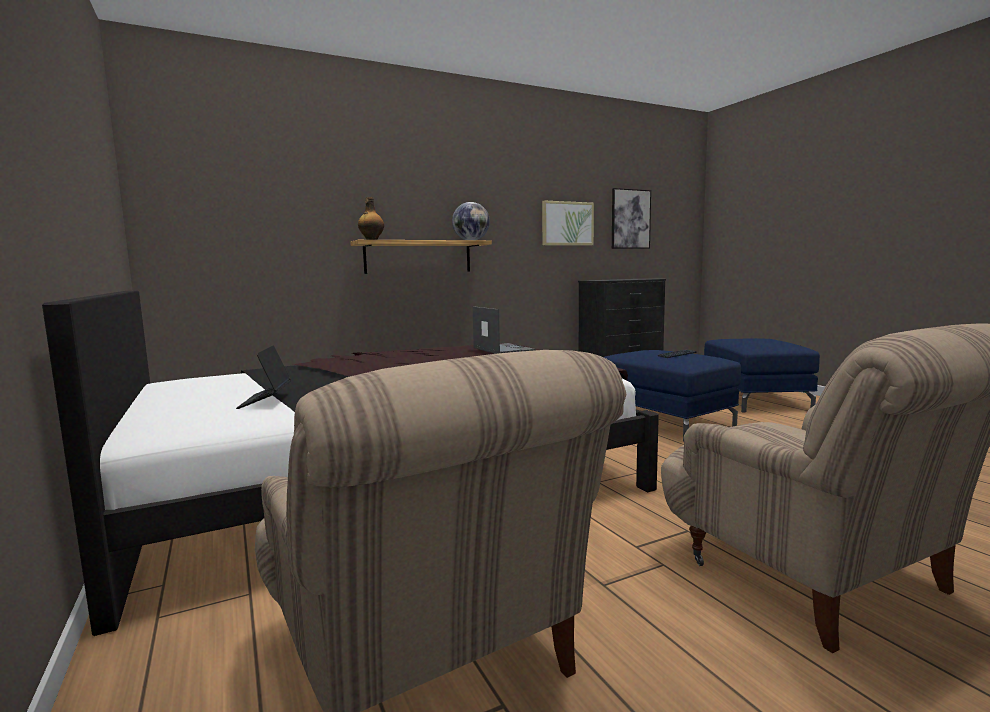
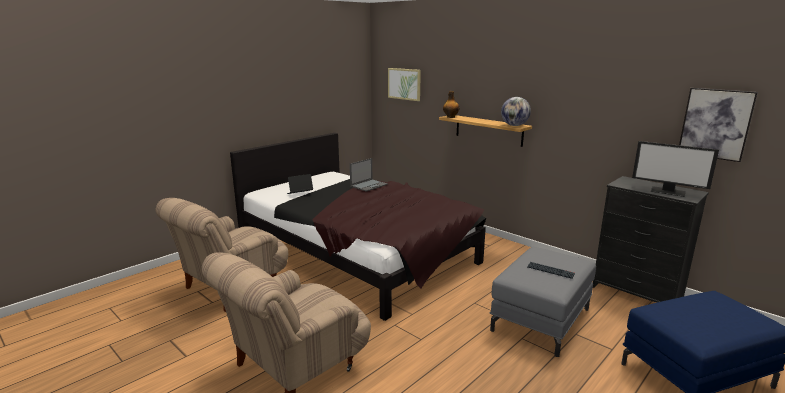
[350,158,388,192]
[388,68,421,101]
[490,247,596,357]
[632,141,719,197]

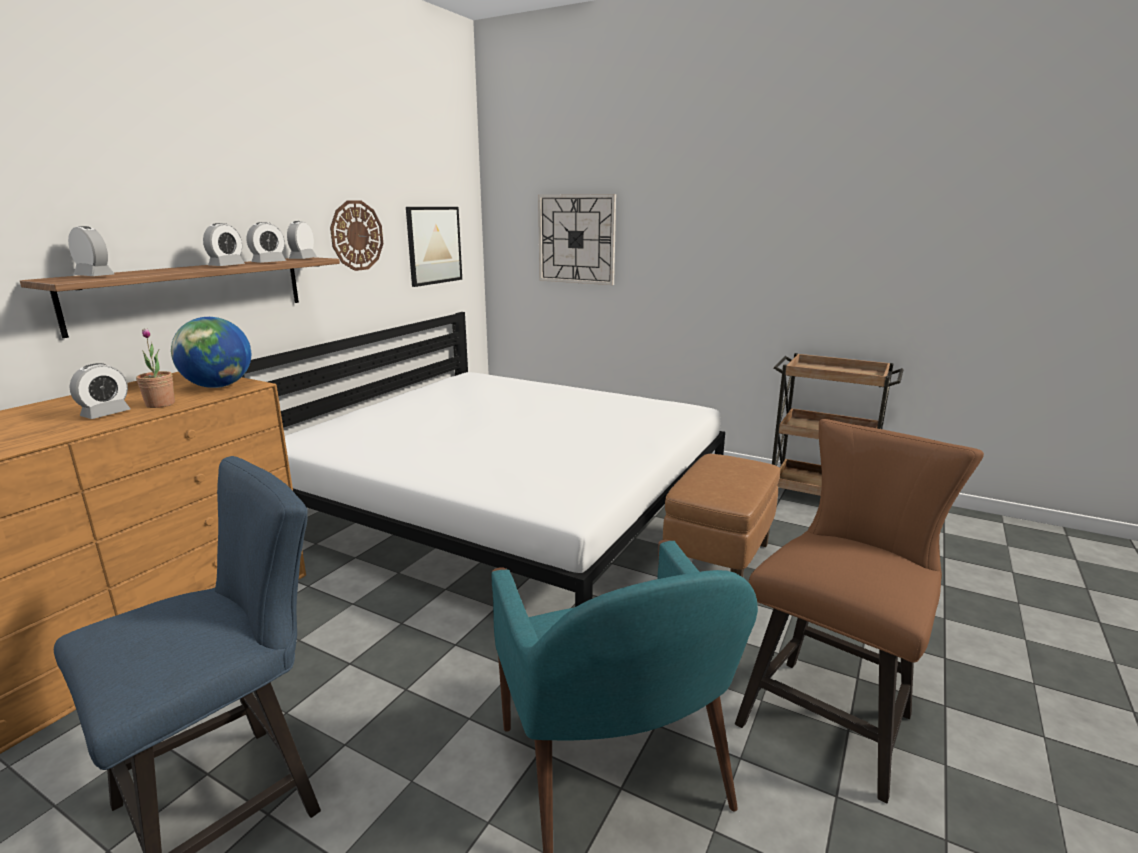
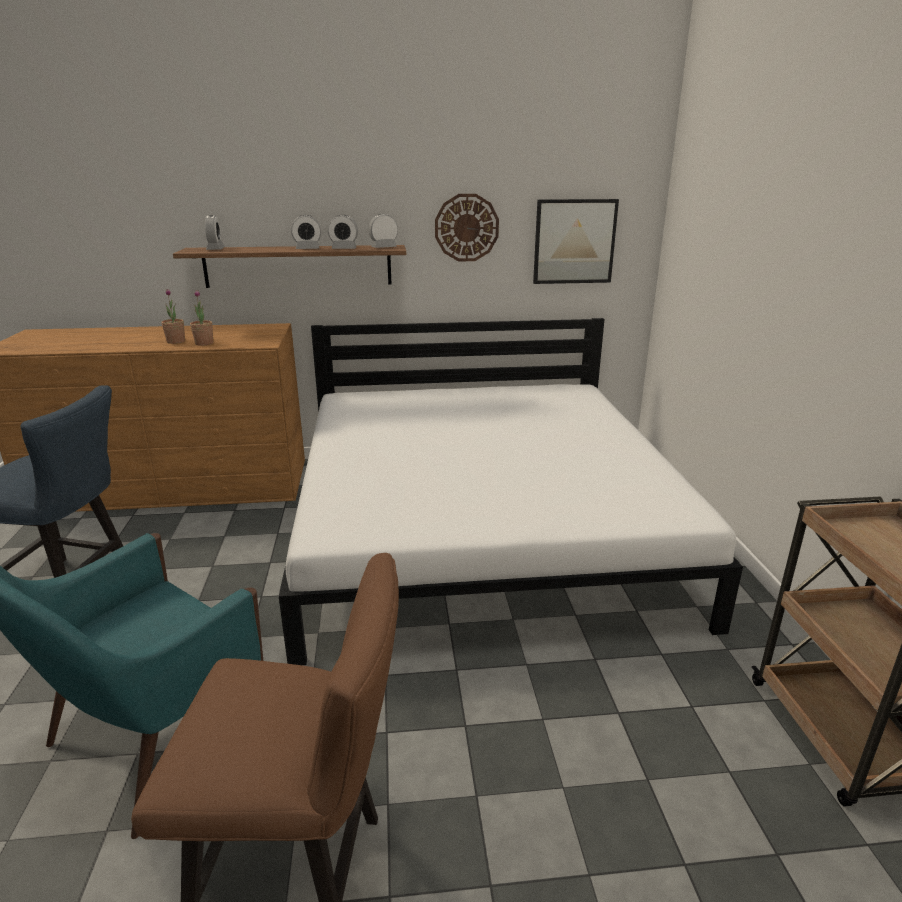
[161,289,185,344]
[171,317,251,388] (first image)
[538,194,616,285] (first image)
[663,454,780,577] (first image)

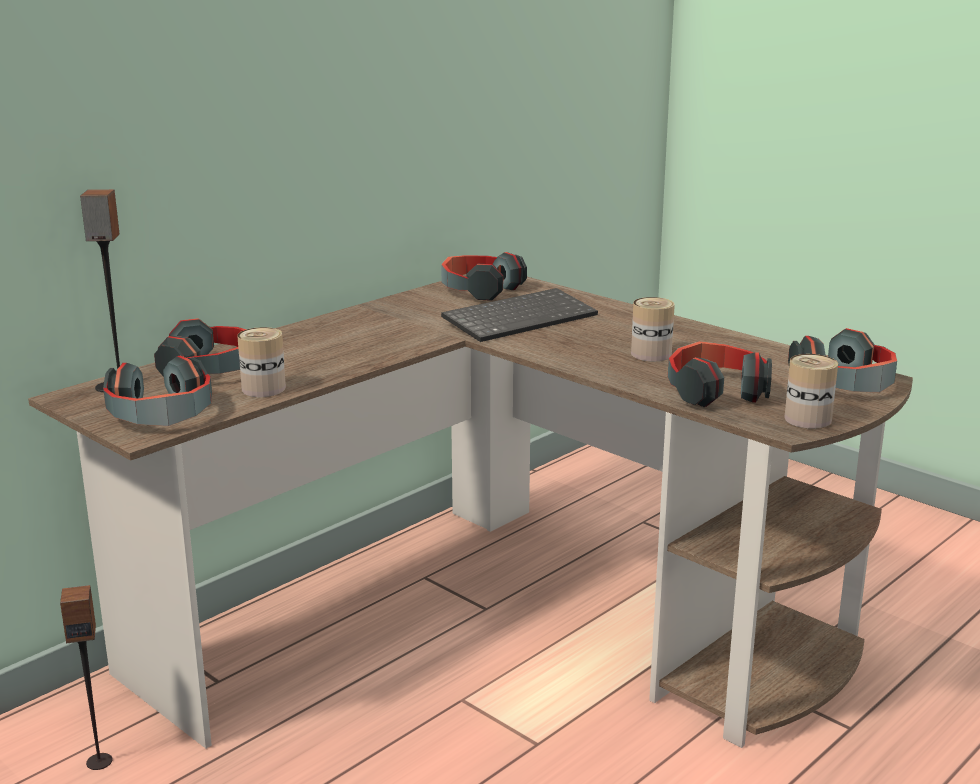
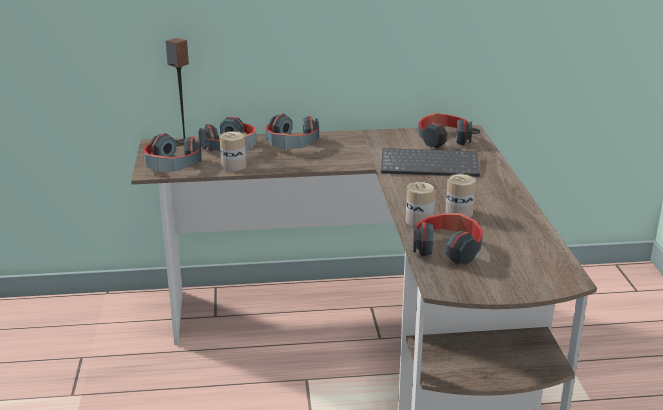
[60,585,113,770] (first image)
[406,181,436,227]
[266,114,319,150]

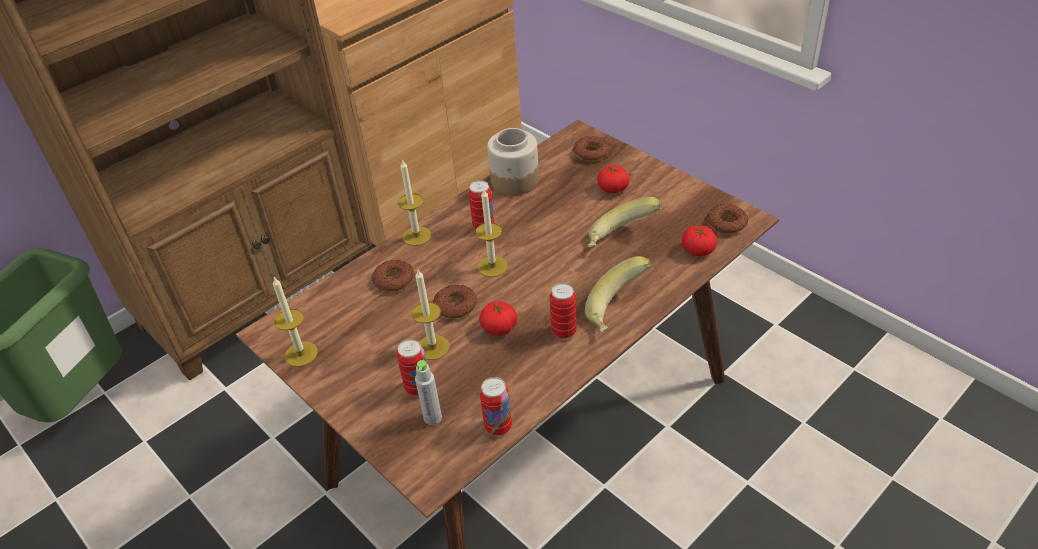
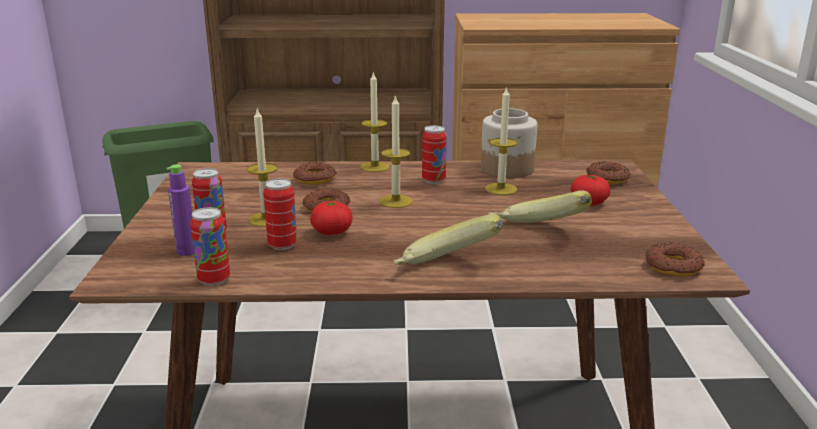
[485,86,518,195]
[167,164,194,256]
[263,179,297,250]
[682,225,717,256] (first image)

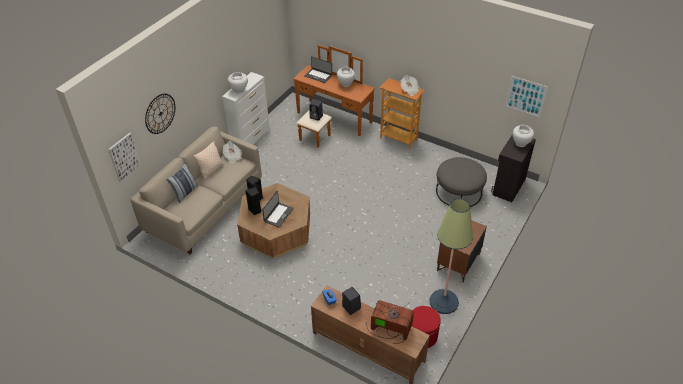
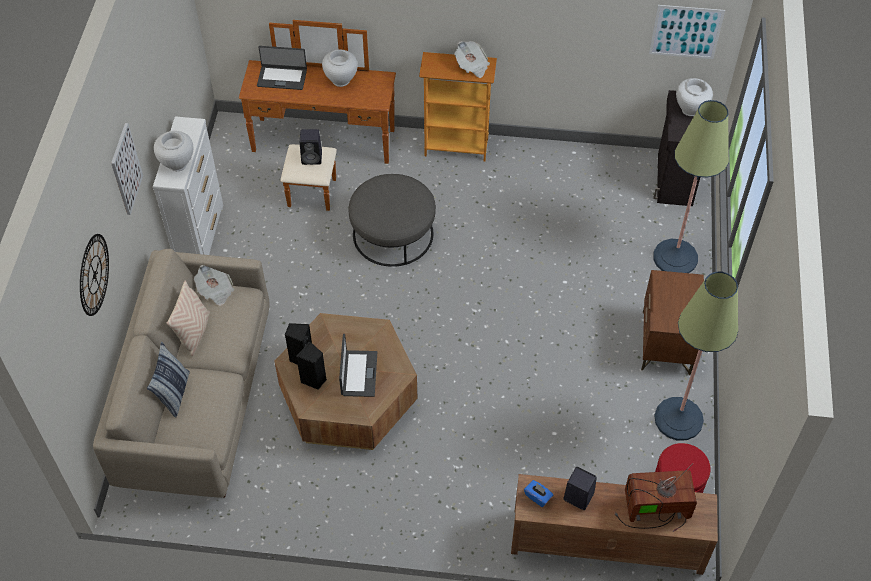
[111,123,143,215]
[349,174,436,267]
[654,100,729,273]

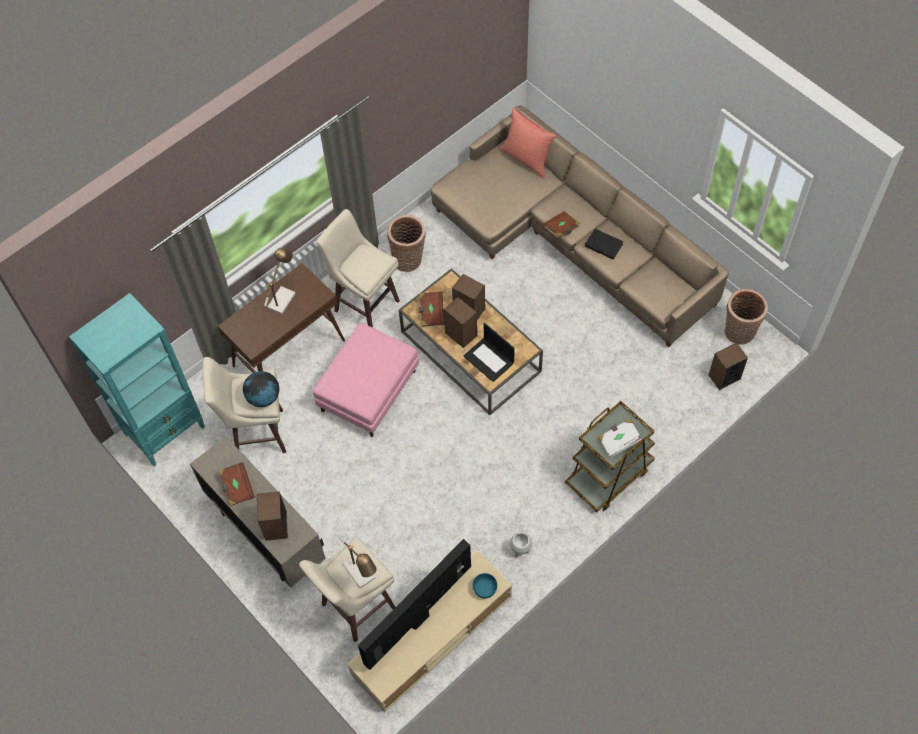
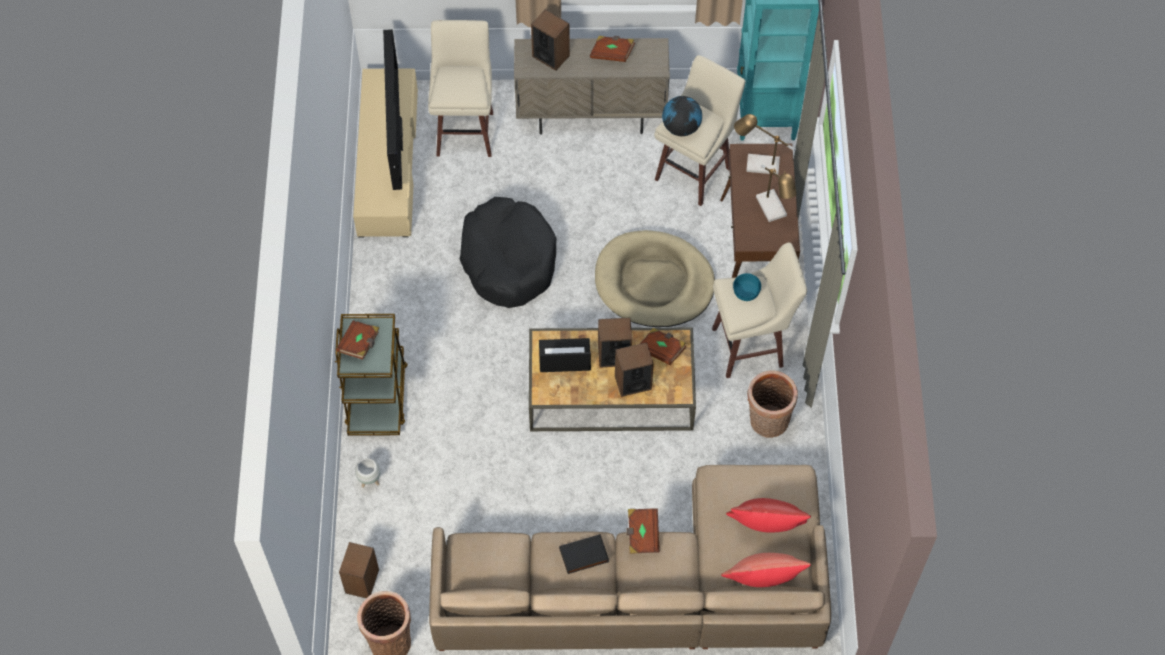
[595,230,715,327]
[734,114,796,175]
[733,273,761,301]
[355,458,380,488]
[336,320,379,360]
[460,197,556,308]
[726,498,811,533]

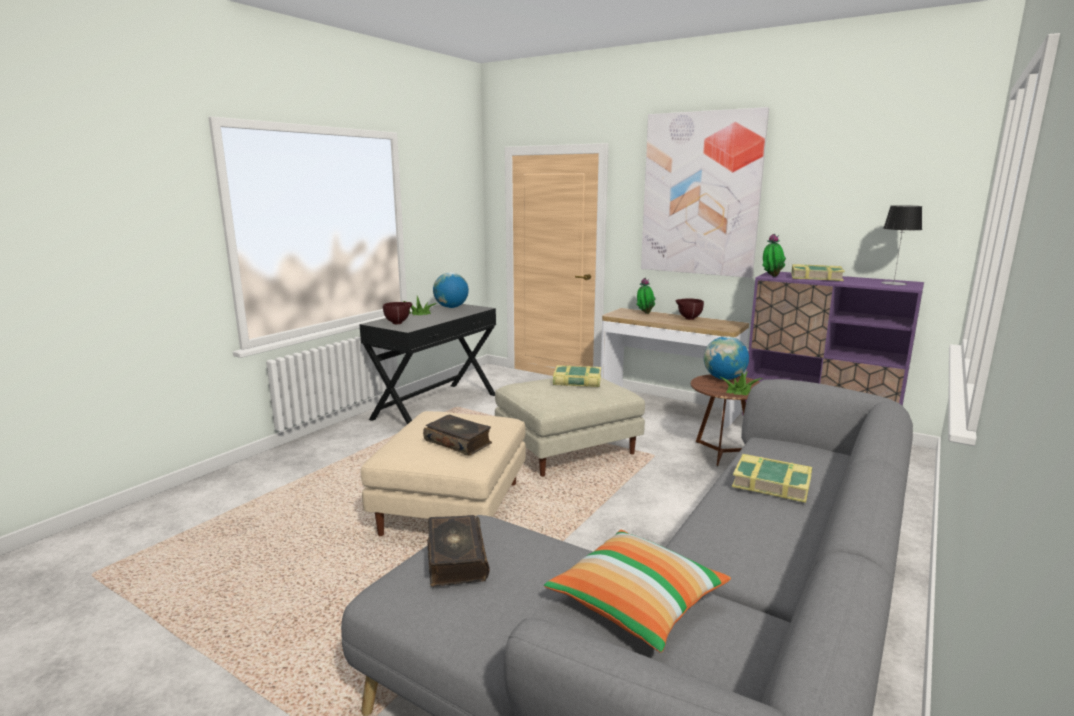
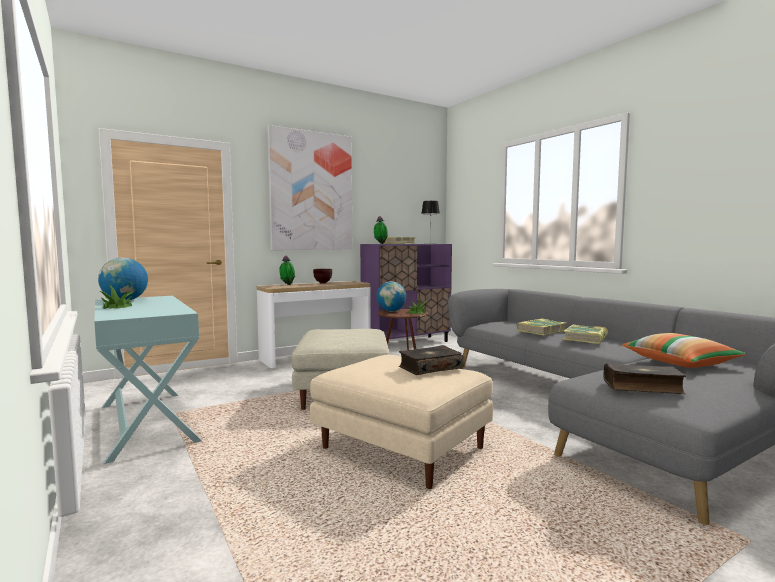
[94,296,202,464]
[383,302,412,324] (first image)
[564,325,608,344]

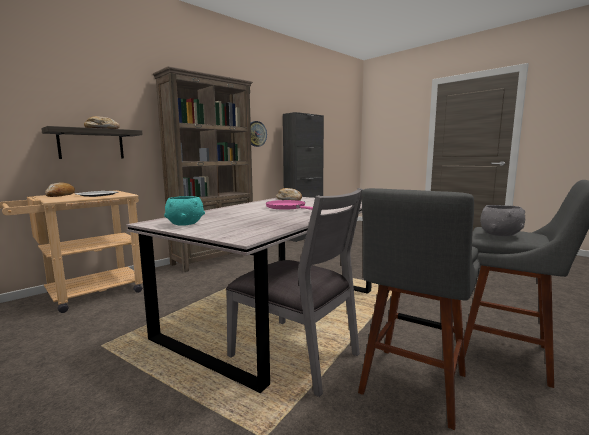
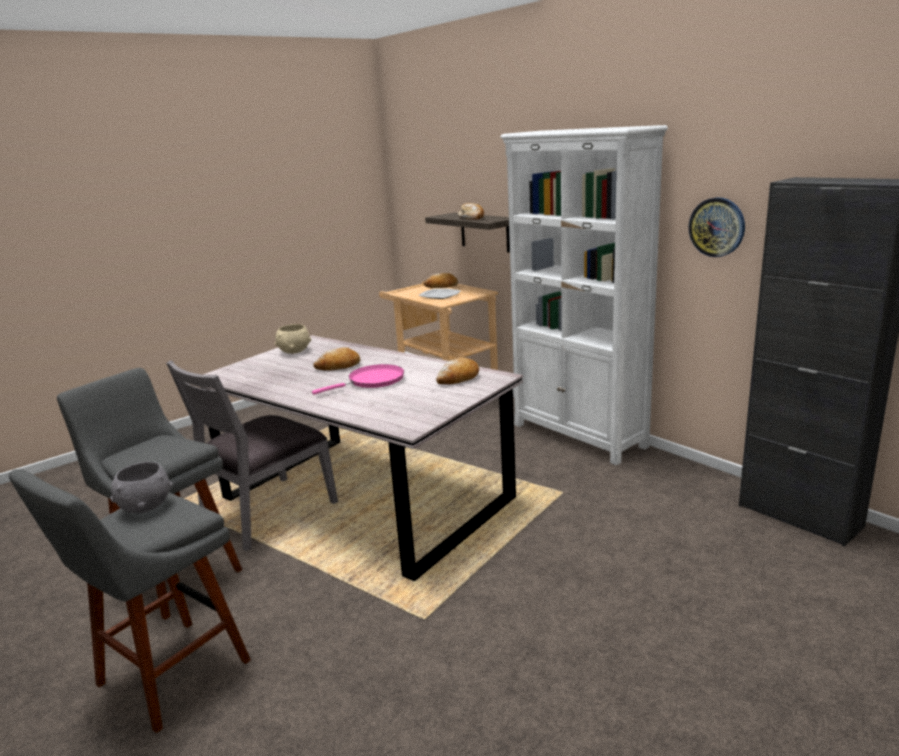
[500,125,668,465]
[275,324,311,354]
[313,347,360,371]

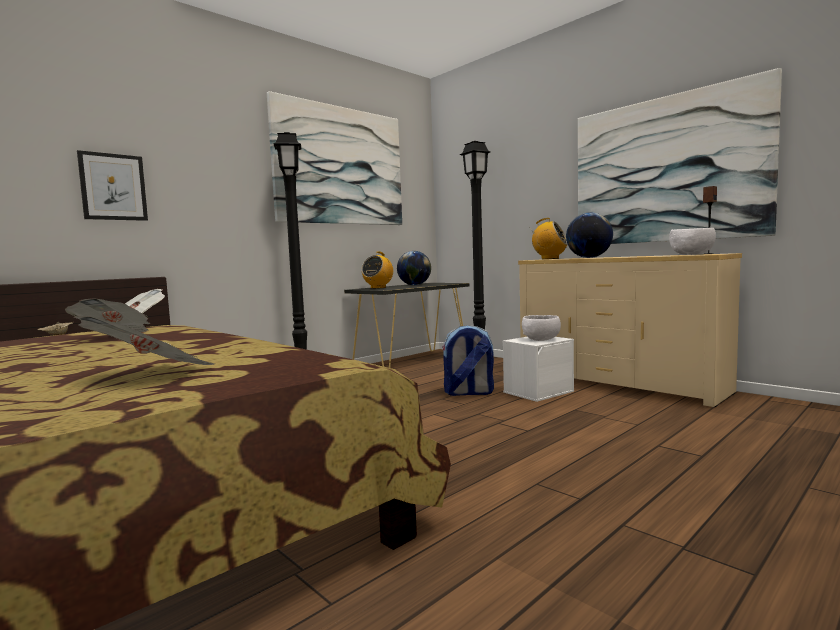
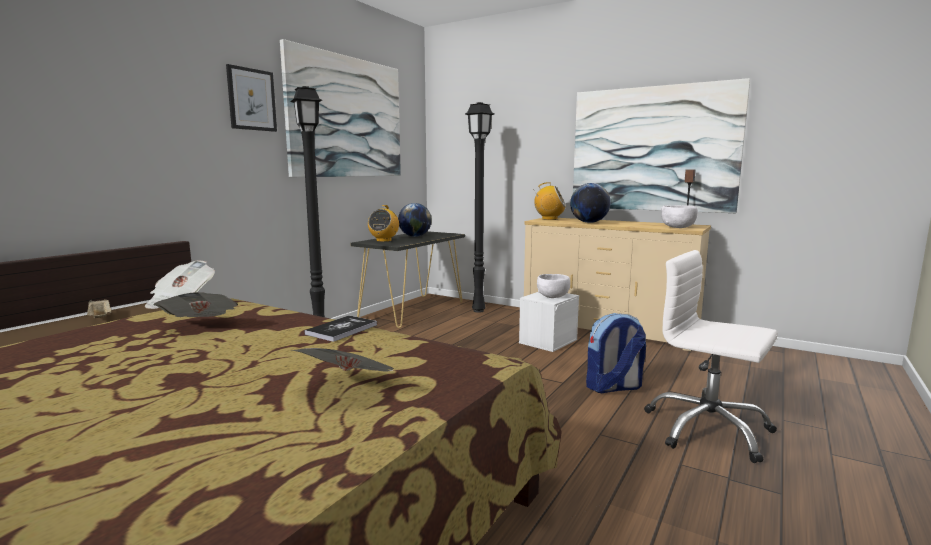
[226,64,277,132]
[586,313,646,393]
[305,316,377,342]
[644,250,778,463]

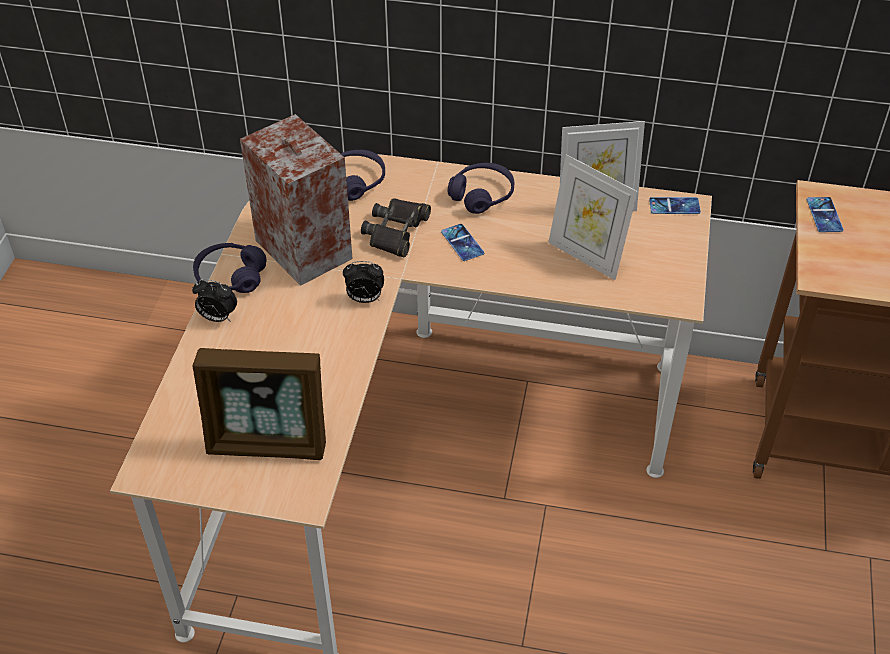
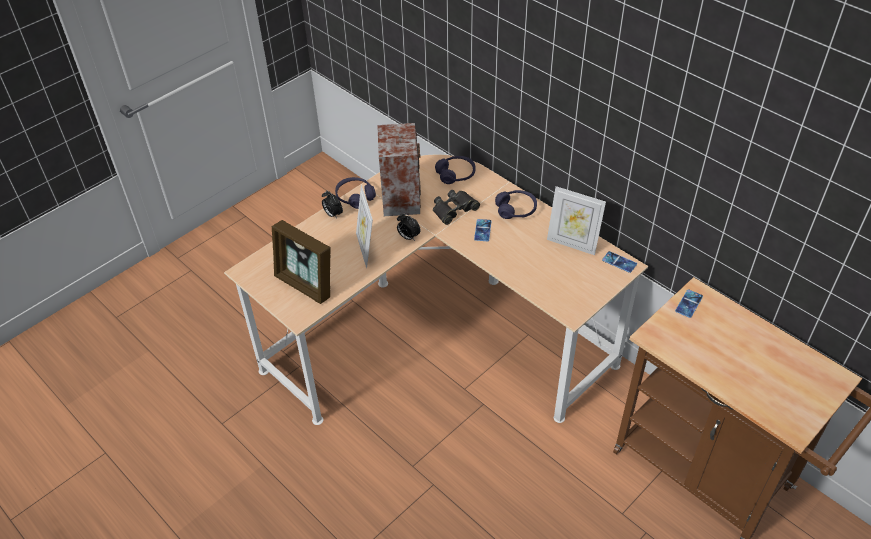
[356,185,373,268]

